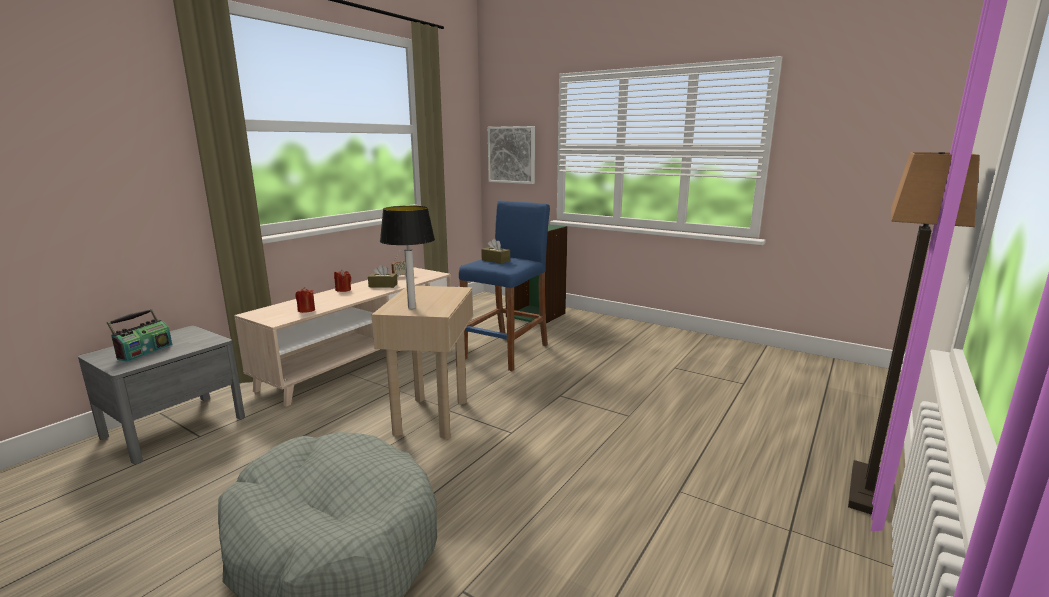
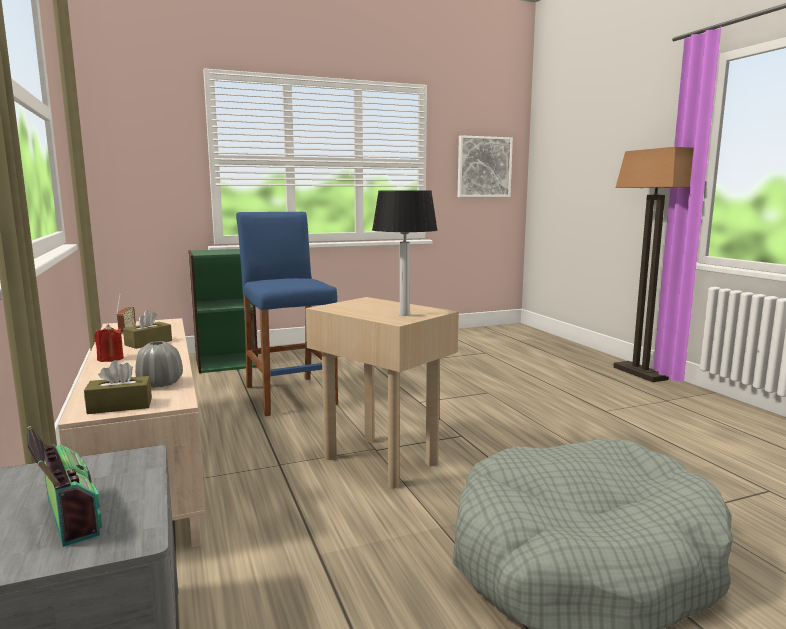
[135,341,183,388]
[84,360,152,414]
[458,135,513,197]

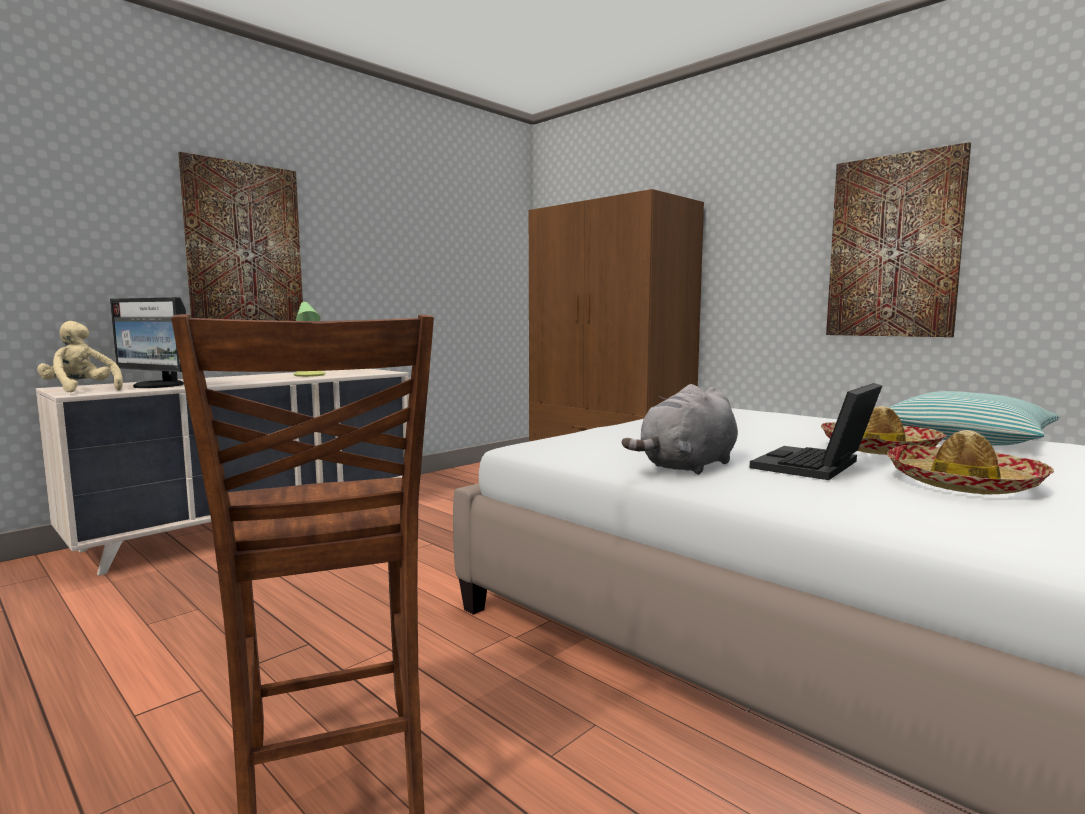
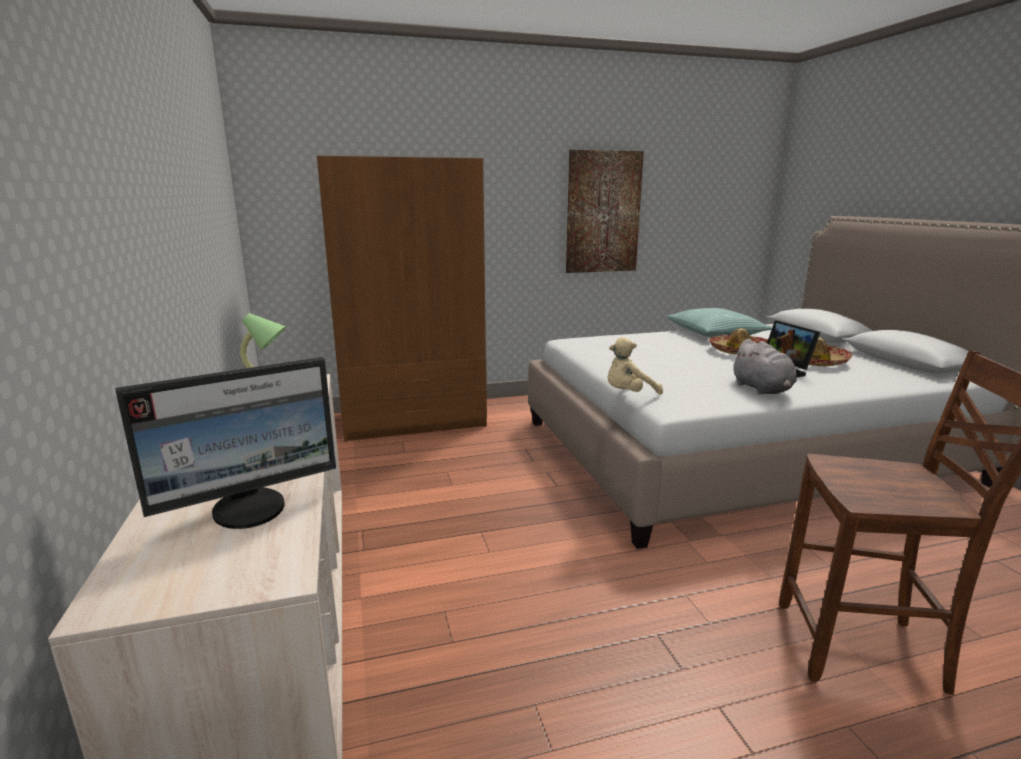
[608,337,663,395]
[178,152,303,321] (first image)

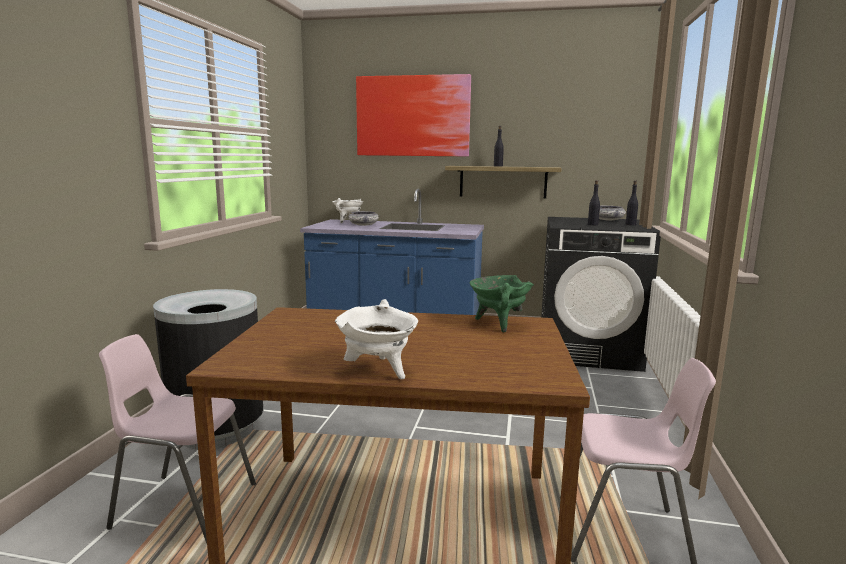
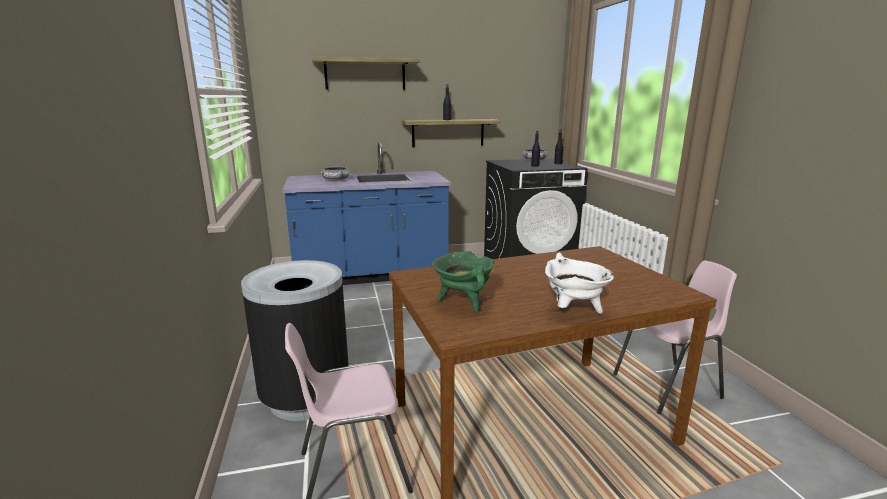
[333,198,363,223] (first image)
[312,57,420,90]
[431,251,495,313]

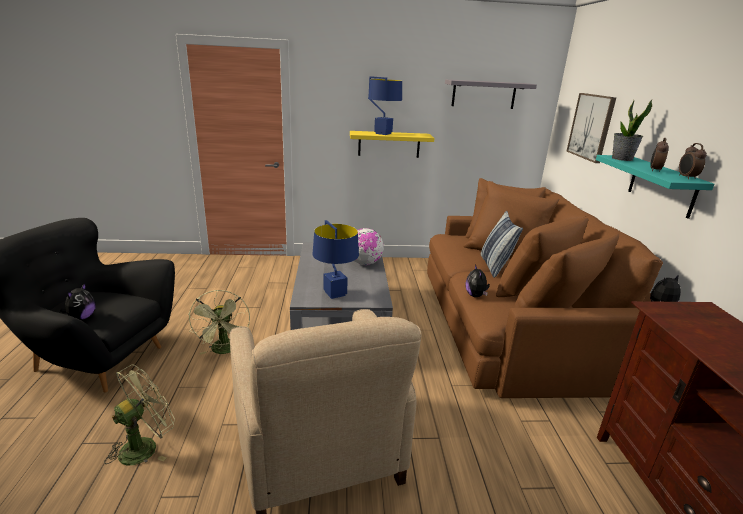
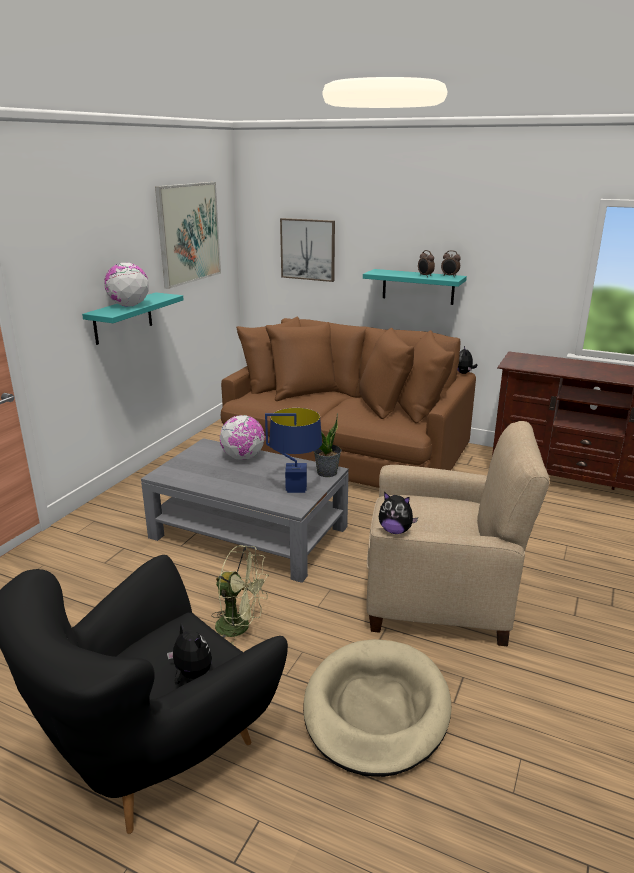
[303,639,451,777]
[82,292,184,345]
[104,263,149,307]
[155,182,221,289]
[379,492,418,534]
[481,211,523,277] (first image)
[314,413,341,477]

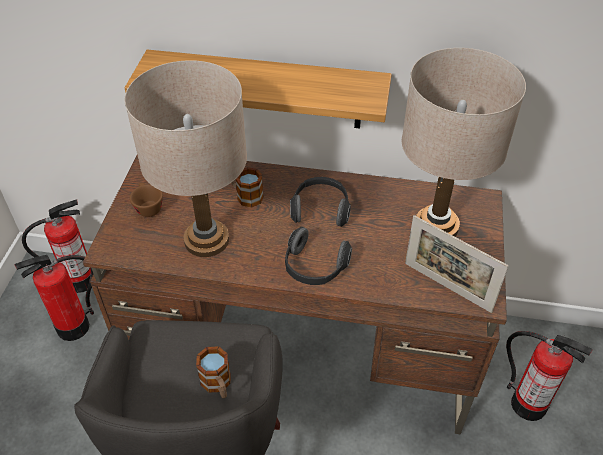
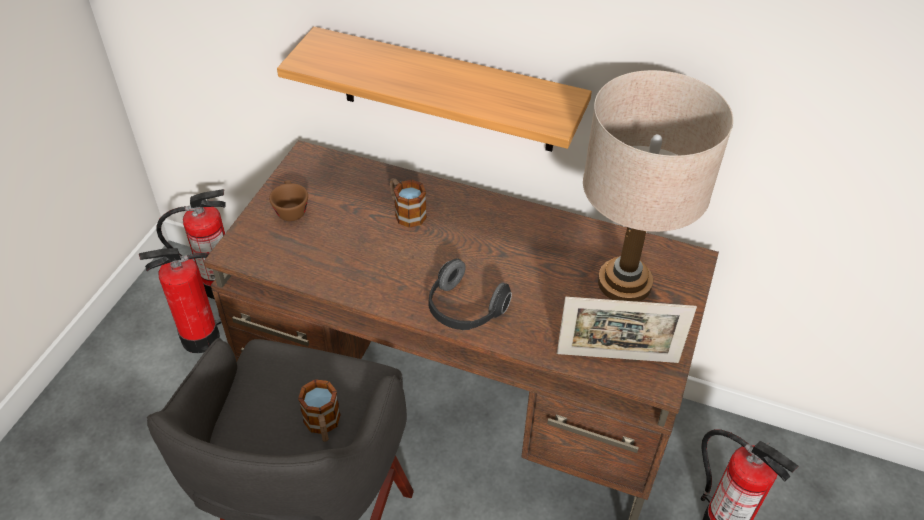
[125,60,247,257] (first image)
[290,177,351,227] (first image)
[557,297,697,363]

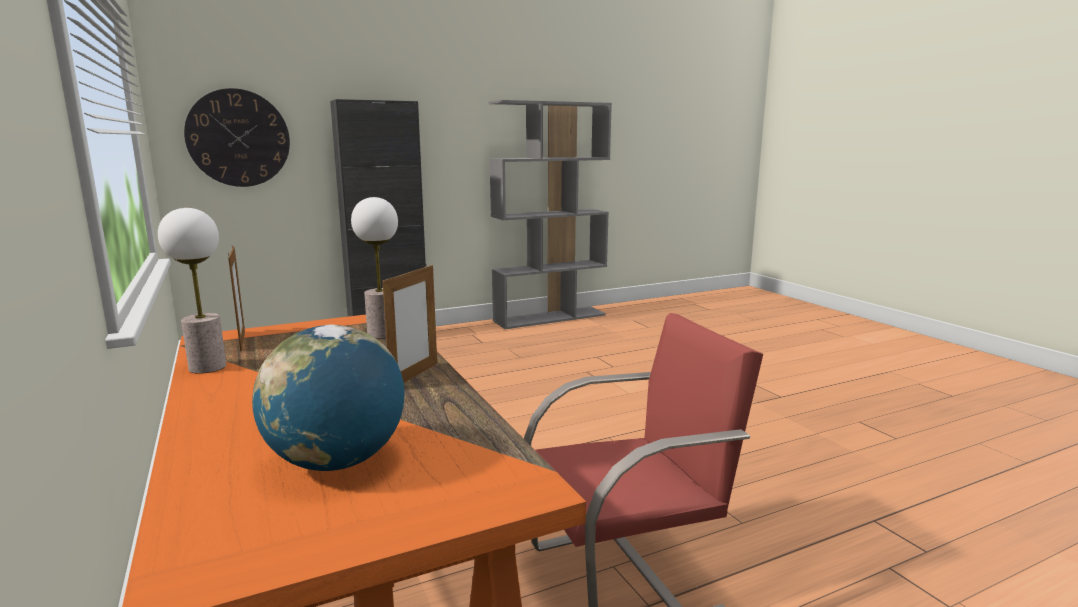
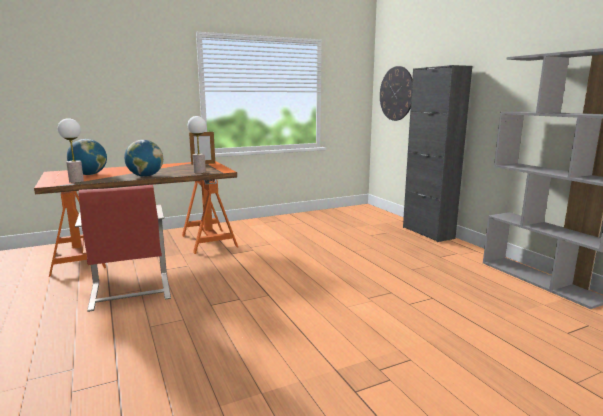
[58,118,84,183]
[124,140,163,177]

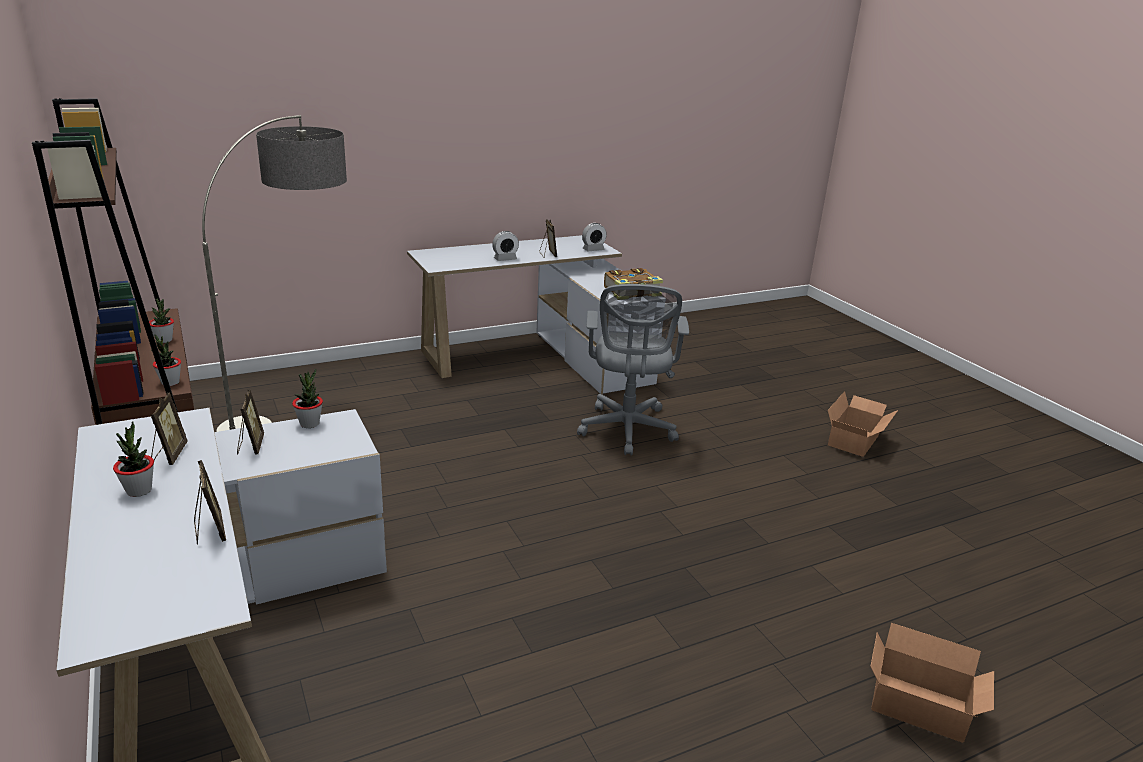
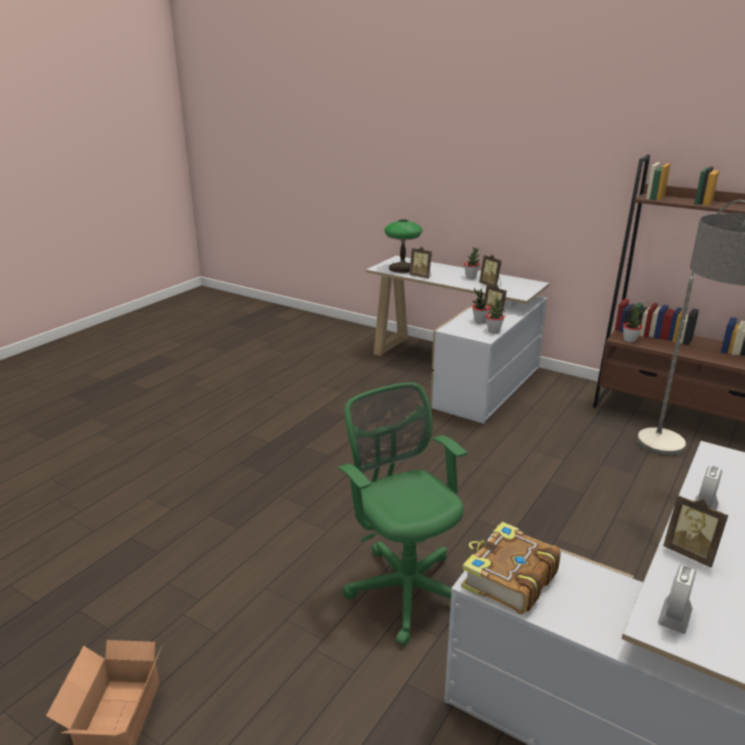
[472,288,490,323]
[339,382,467,646]
[870,623,994,743] (first image)
[384,220,422,273]

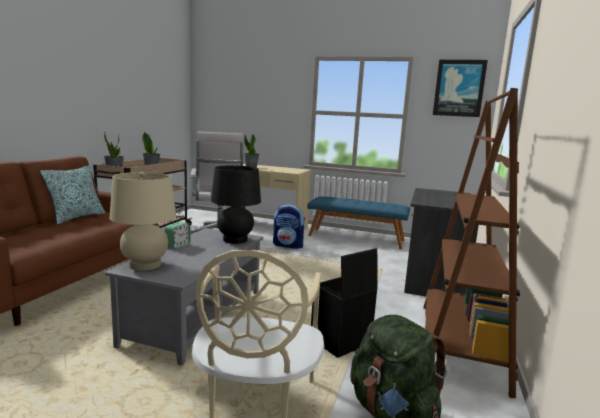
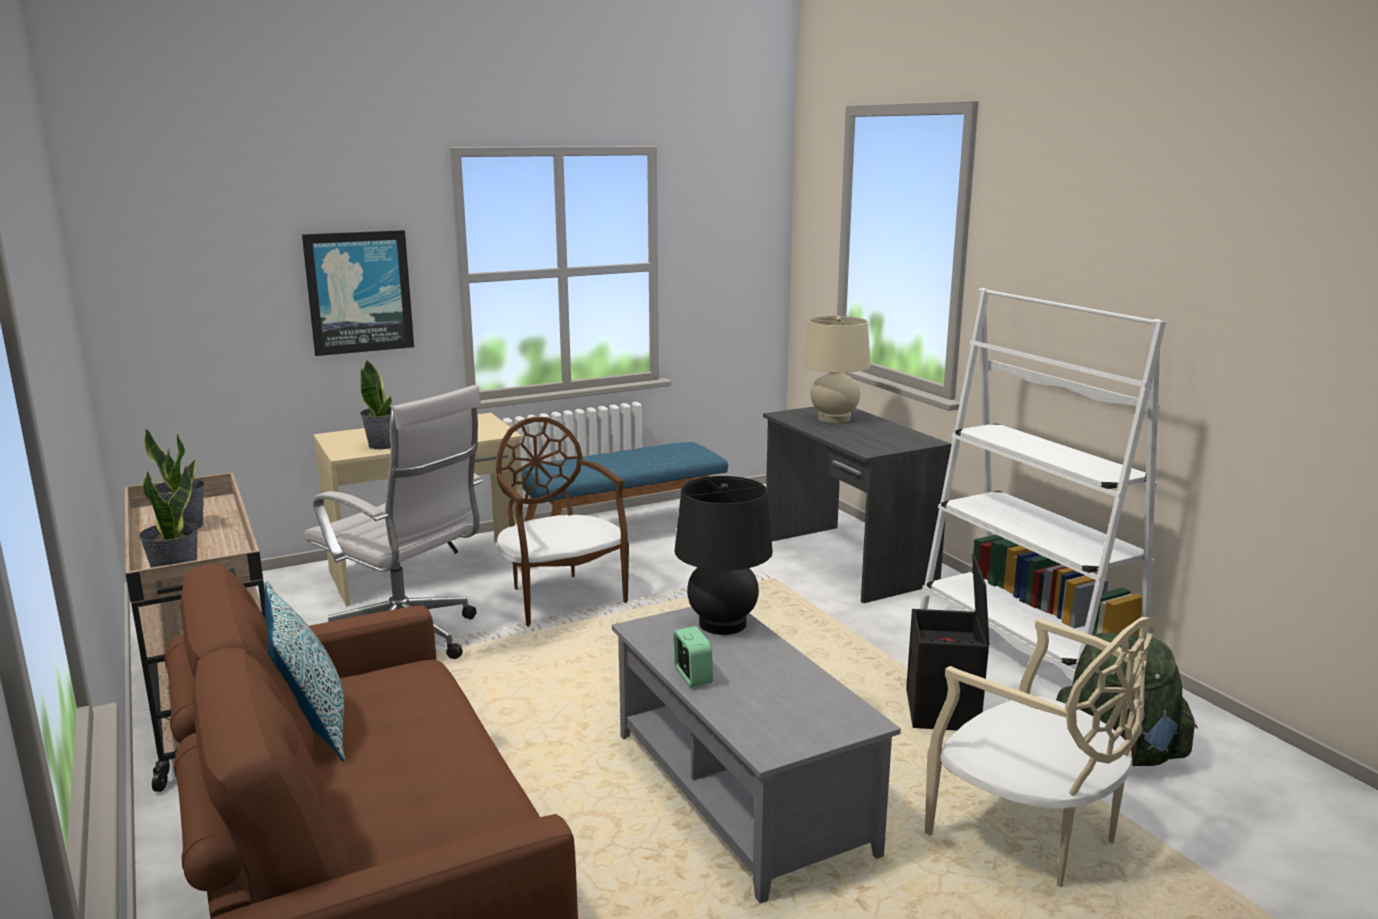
[803,316,871,423]
[496,417,629,627]
[920,288,1166,686]
[302,230,414,356]

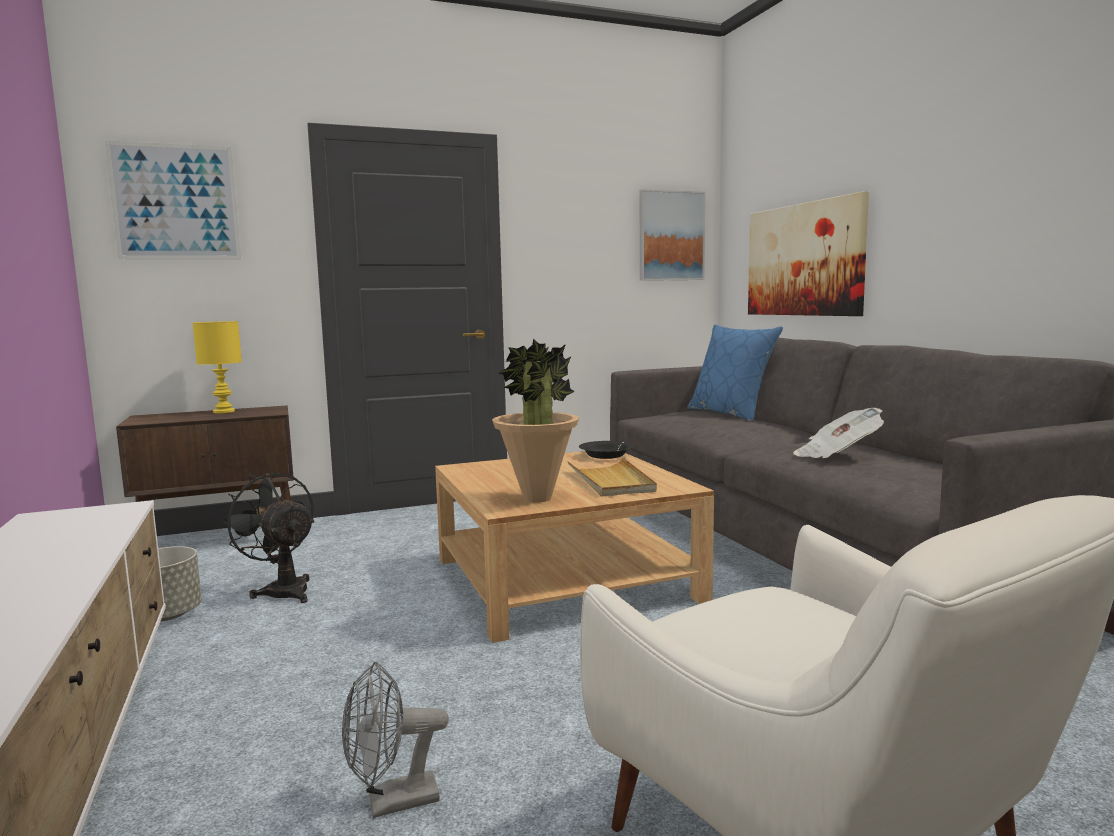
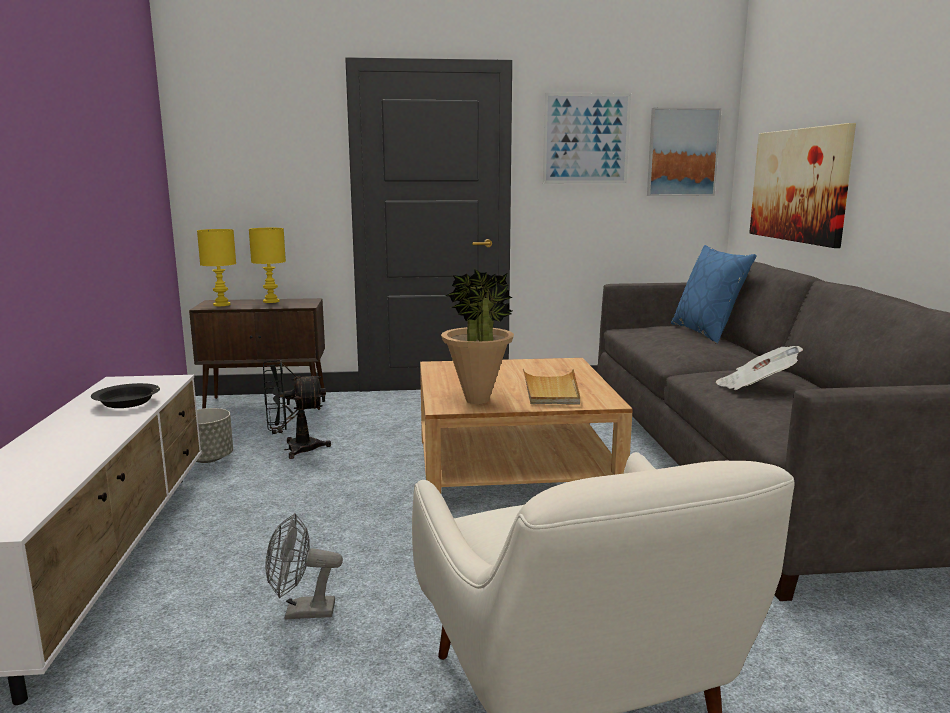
[543,93,631,183]
[263,360,331,459]
[91,383,160,408]
[197,229,236,306]

